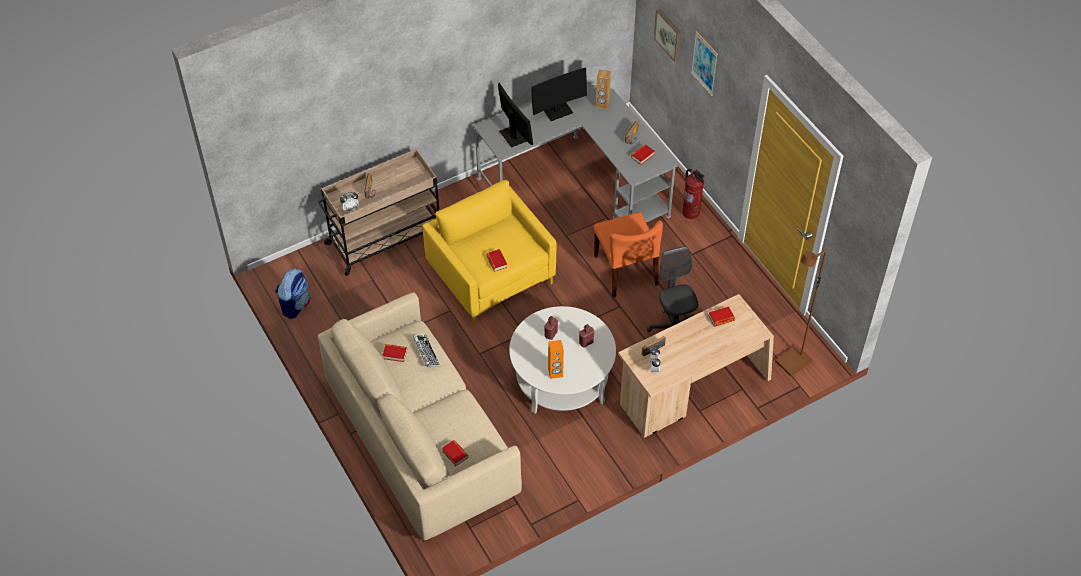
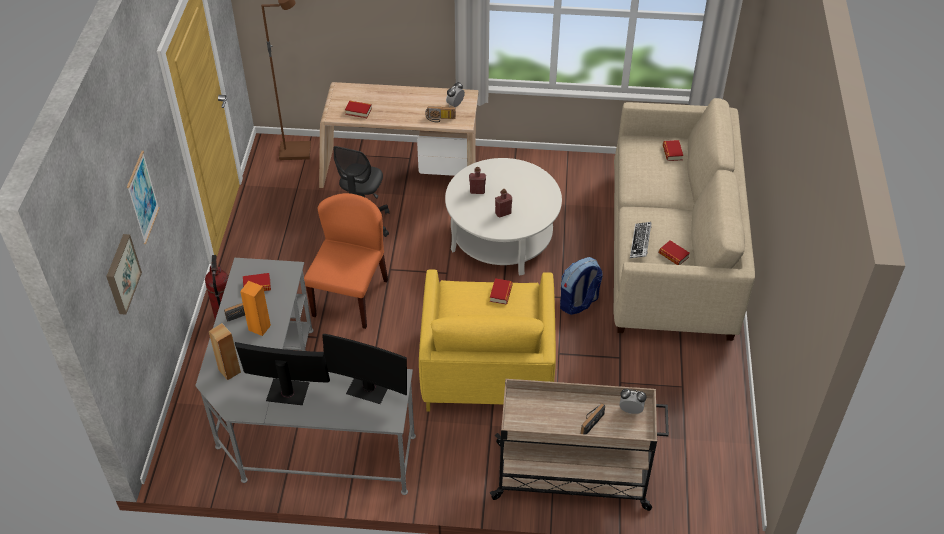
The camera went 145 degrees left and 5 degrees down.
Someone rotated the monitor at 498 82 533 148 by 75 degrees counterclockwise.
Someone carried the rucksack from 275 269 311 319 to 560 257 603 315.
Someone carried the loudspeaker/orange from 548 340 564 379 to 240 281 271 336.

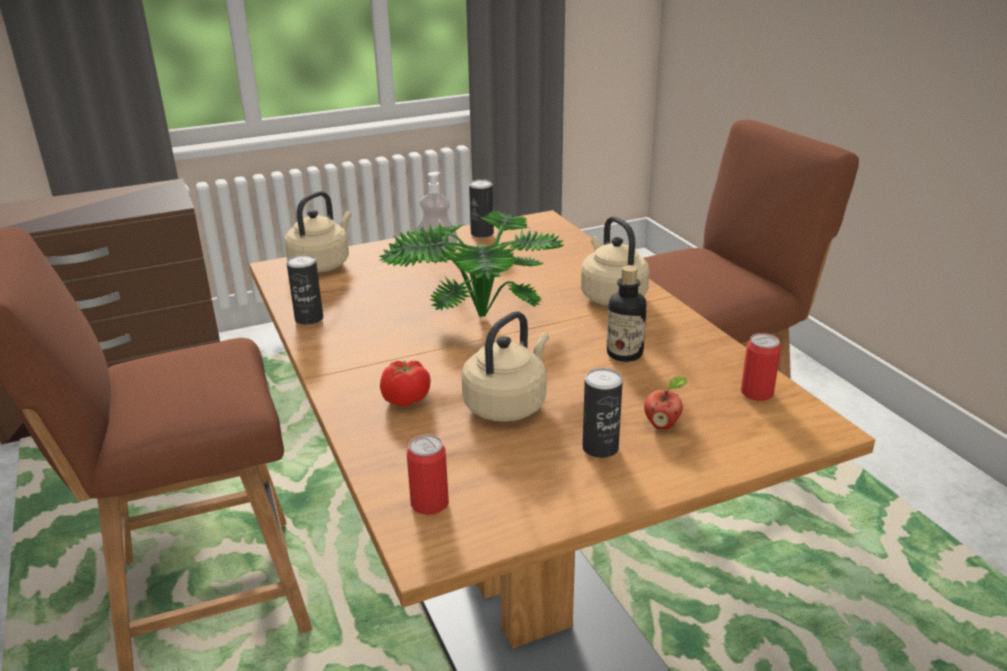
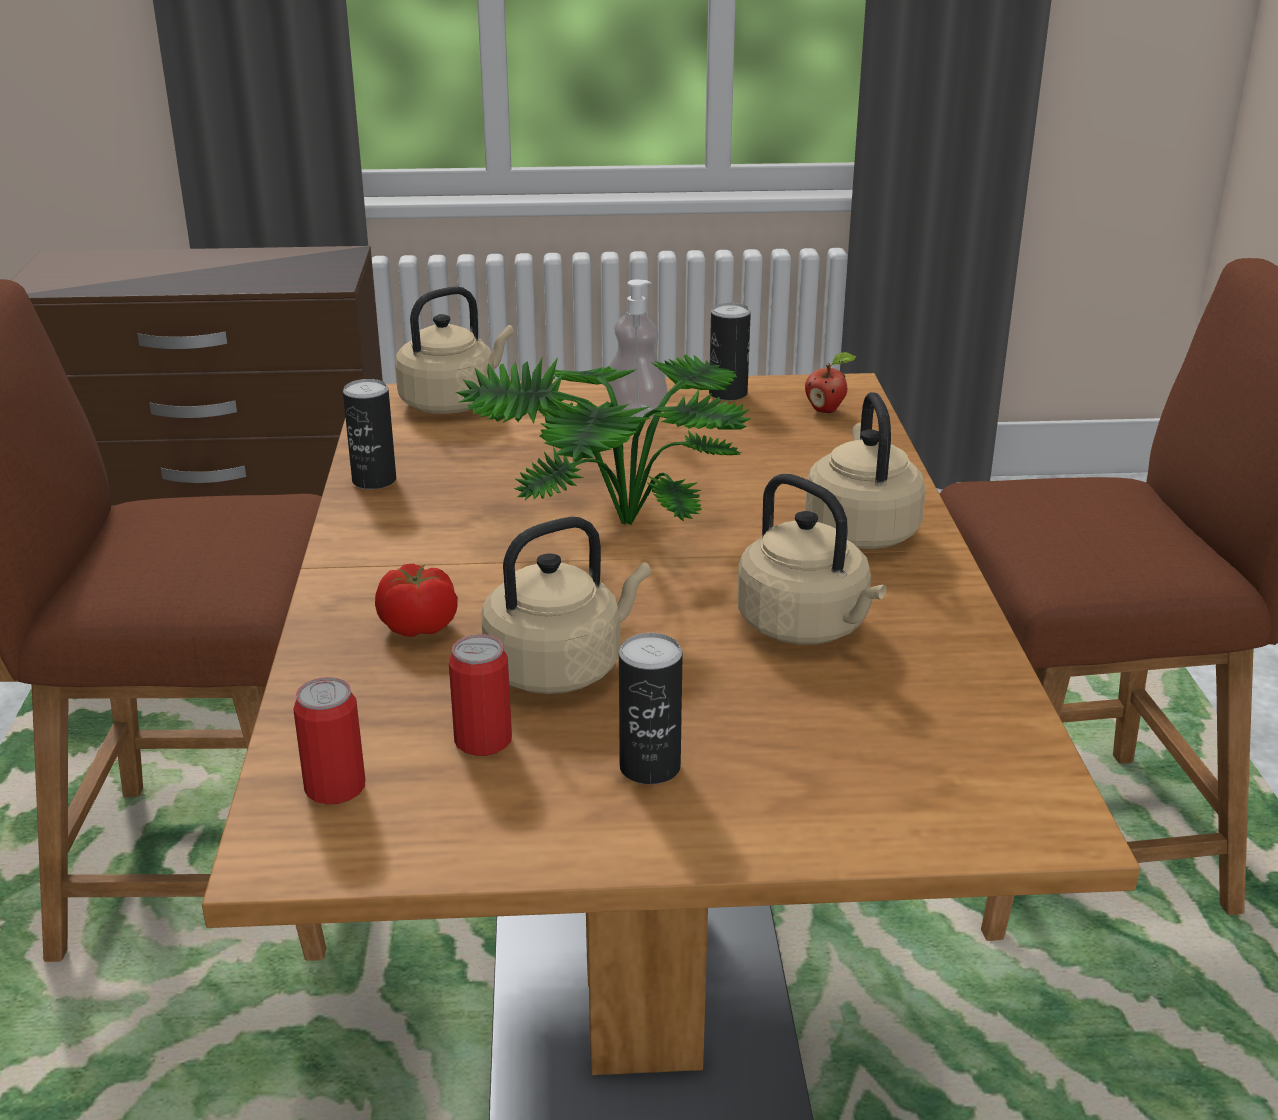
The camera went 20 degrees right and 0 degrees up.
Someone swapped the bottle at 607 265 646 362 for the tea kettle/beige-coloured at 737 474 887 645.
Someone carried the can from 741 333 781 401 to 449 634 512 756.
Someone carried the apple from 644 376 687 429 to 805 352 856 413.

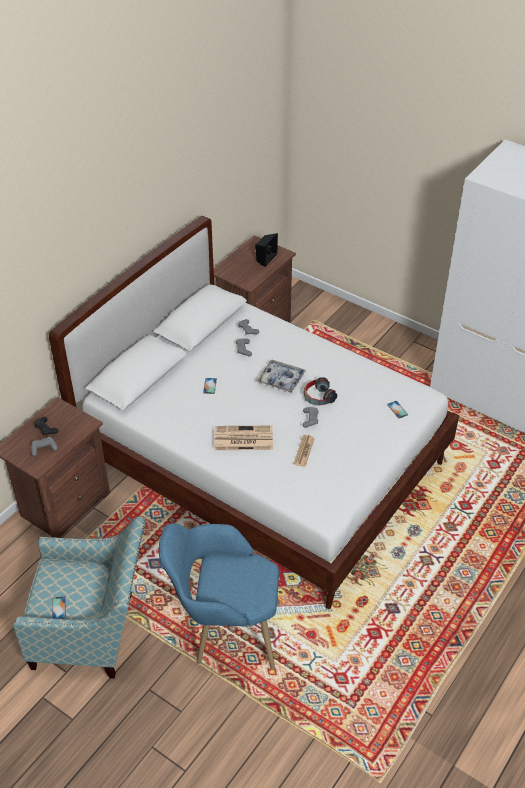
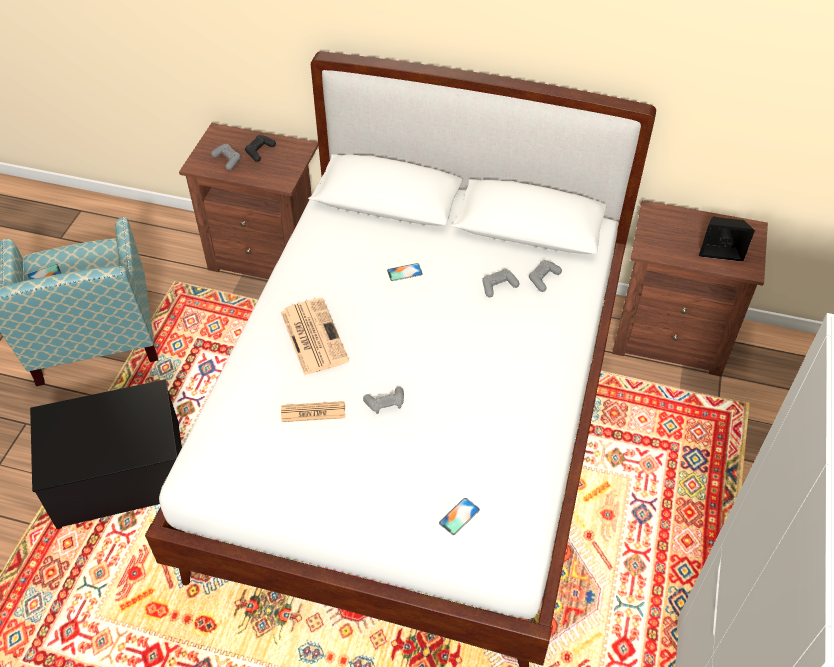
The camera went 70 degrees right and 5 degrees up.
Someone took away the tray at 256 360 306 393.
Someone took away the pair of headphones at 304 377 337 405.
Someone swapped the easy chair/bluish at 159 523 280 669 for the storage box at 30 379 182 529.

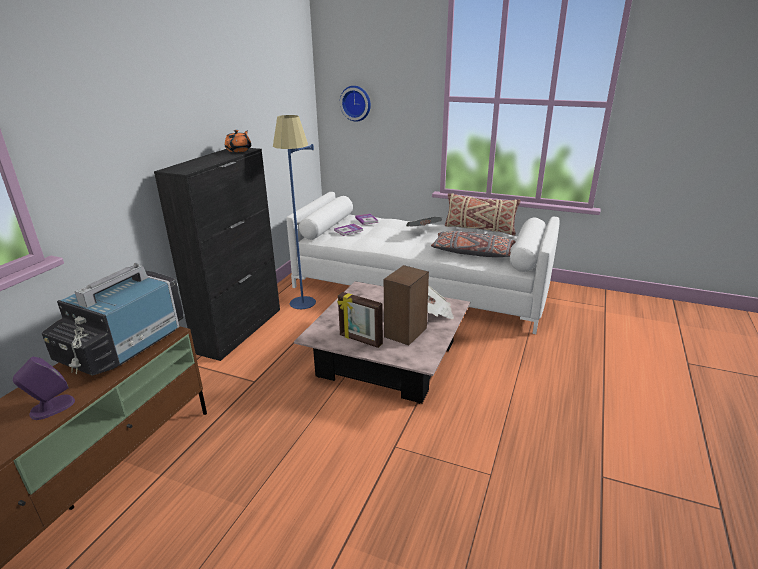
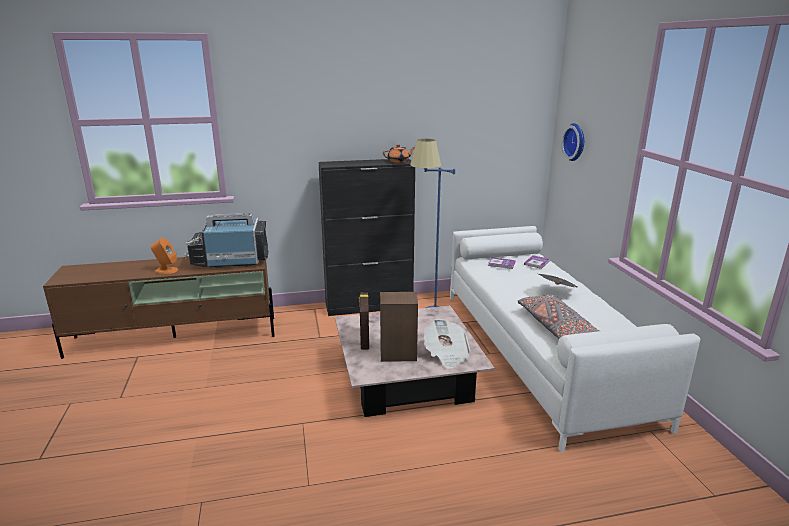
The camera went 55 degrees right and 5 degrees down.
Someone took away the pillow/beige-coloured at 445 193 521 236.
Someone repainted the loudspeaker/purplish at 13 357 75 420, which became the loudspeaker/orange at 151 238 178 274.

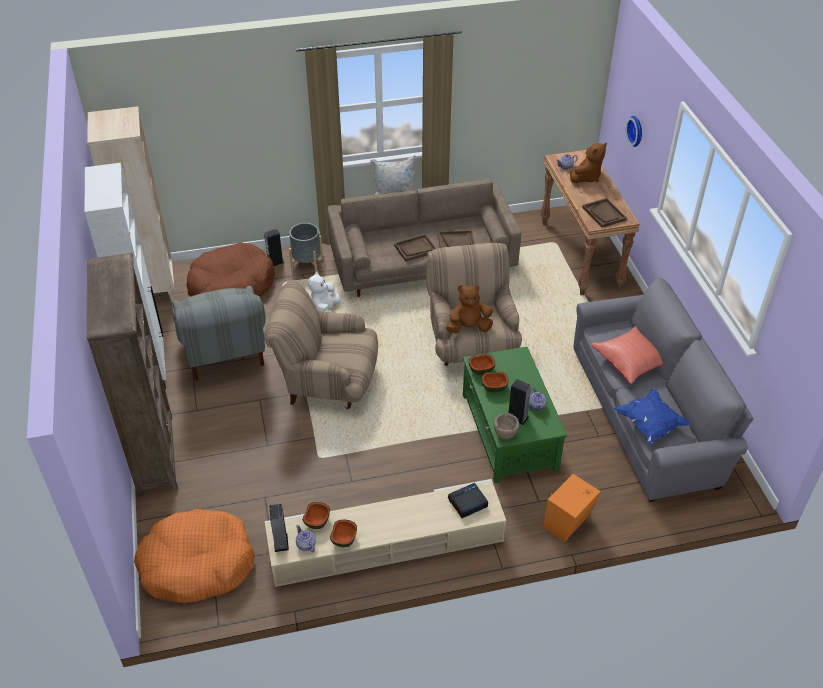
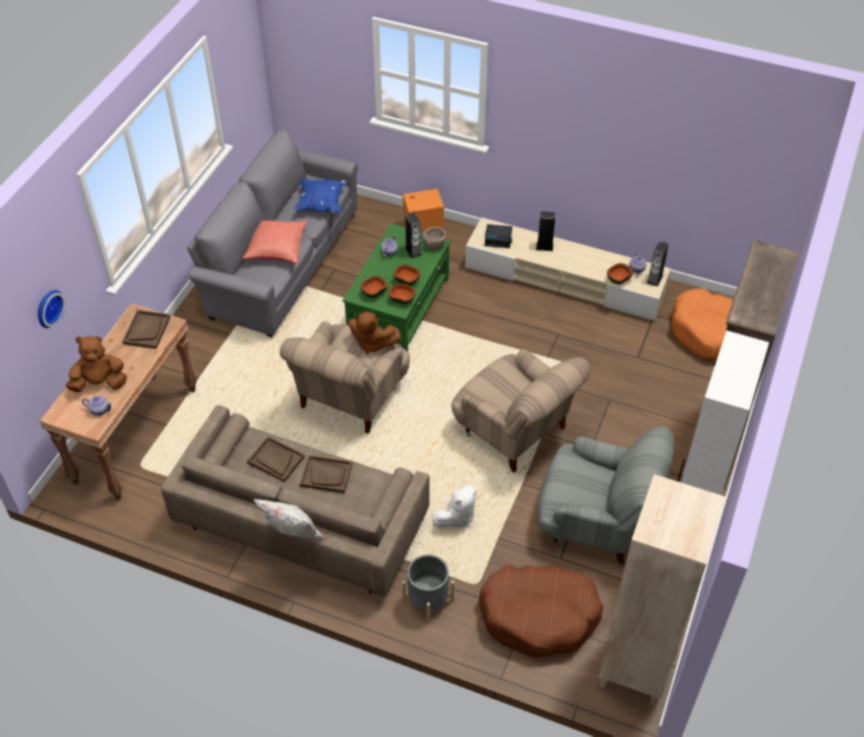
The camera went 145 degrees left and 5 degrees up.
Someone carried the loudspeaker from 264 229 284 267 to 536 211 556 251.
Someone rotated the easy chair/greyish at 173 286 266 381 by 90 degrees clockwise.
Someone carried the serving bowl from 330 519 357 547 to 361 276 387 298.

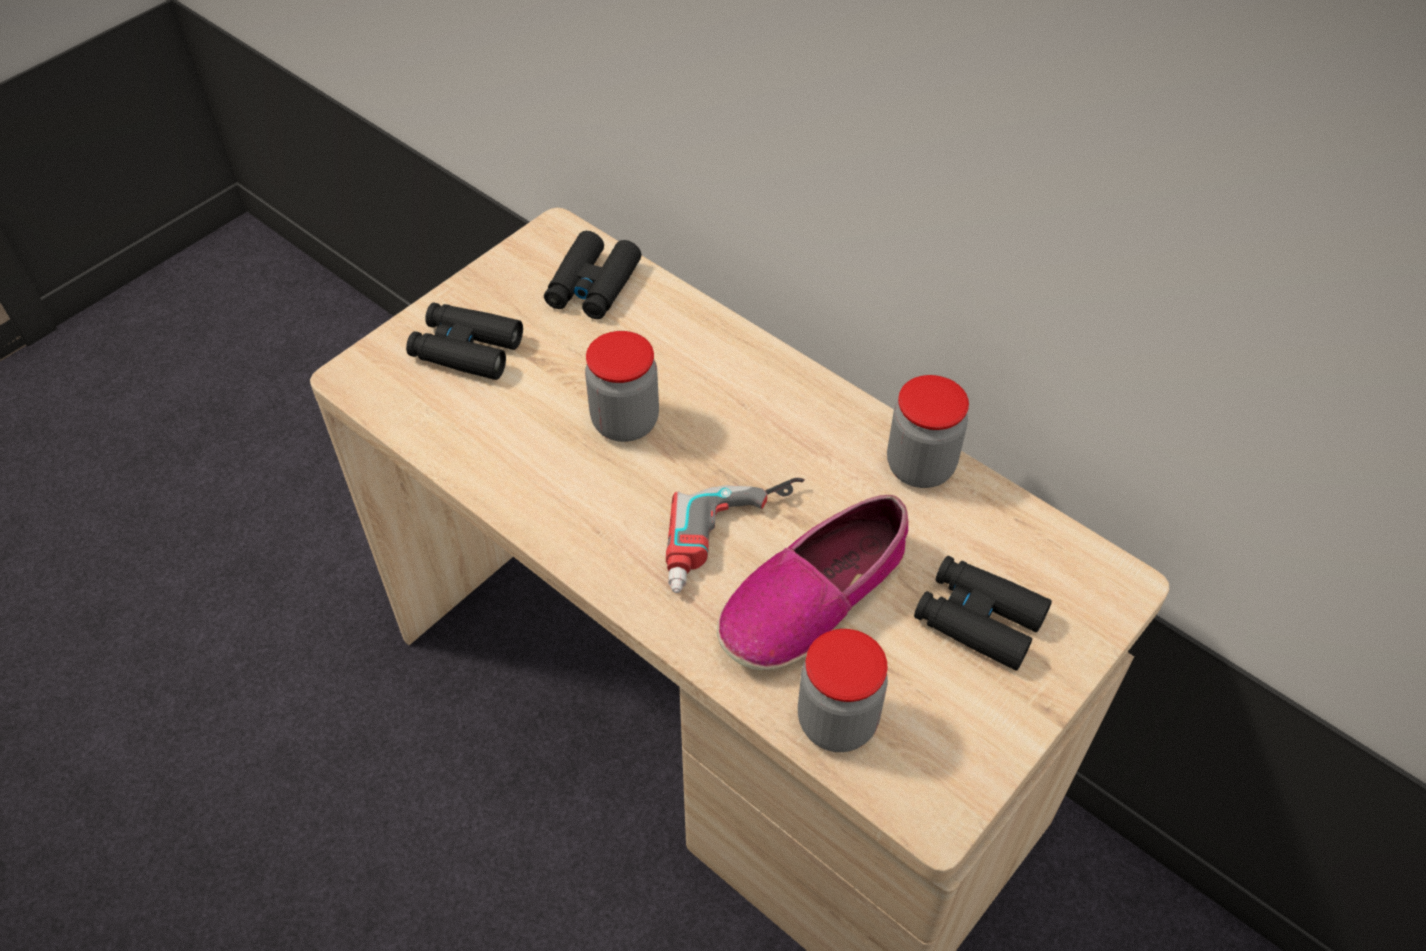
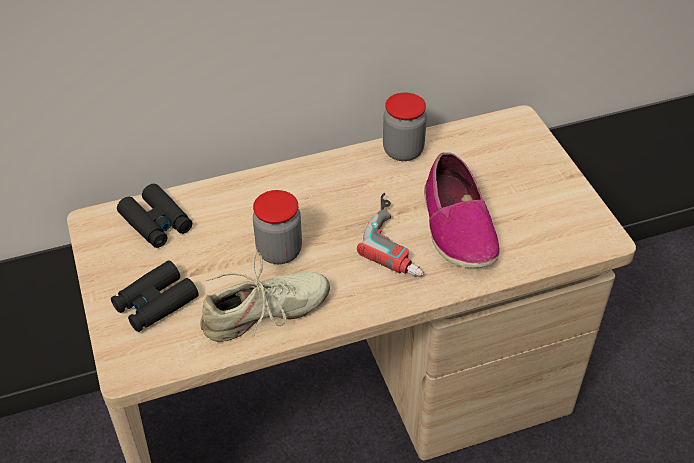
The camera went 60 degrees left and 5 degrees down.
Someone took away the pair of binoculars/black-coloured at 914 556 1052 671.
Someone took away the preserve jar at 798 629 888 752.
Someone put down the low shoe/beige-coloured at 200 249 330 342.

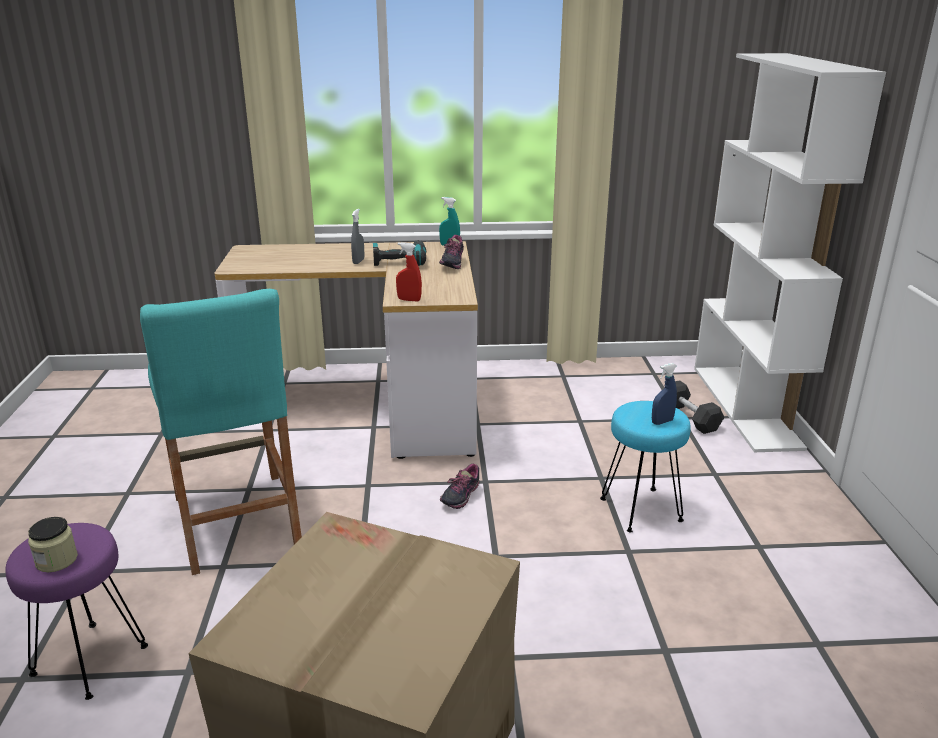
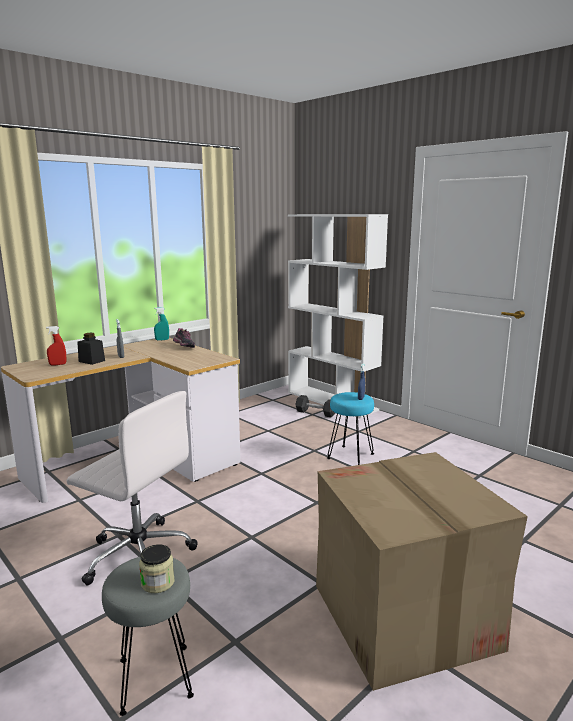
The camera went 40 degrees left and 10 degrees down.
Someone took away the drill at 373 240 426 266.
Someone carried the sprayer/reddish from 396 242 422 301 to 46 326 66 366.
Someone swapped the stool/turquoise at 140 289 302 575 for the desk chair/white at 67 391 197 585.
Someone took away the low shoe at 440 464 479 509.
Someone repainted the stool/purplish at 5 523 148 700, which became the stool/greyish at 102 557 194 716.
Someone put down the preserve jar/black-coloured at 77 333 105 365.

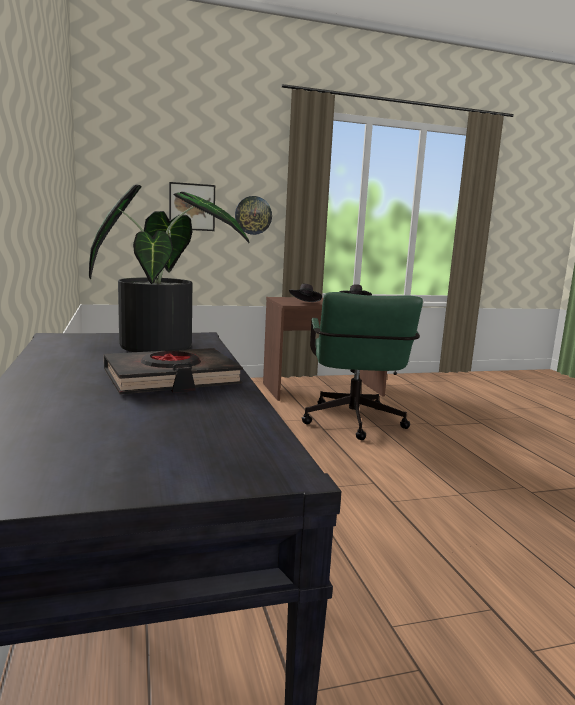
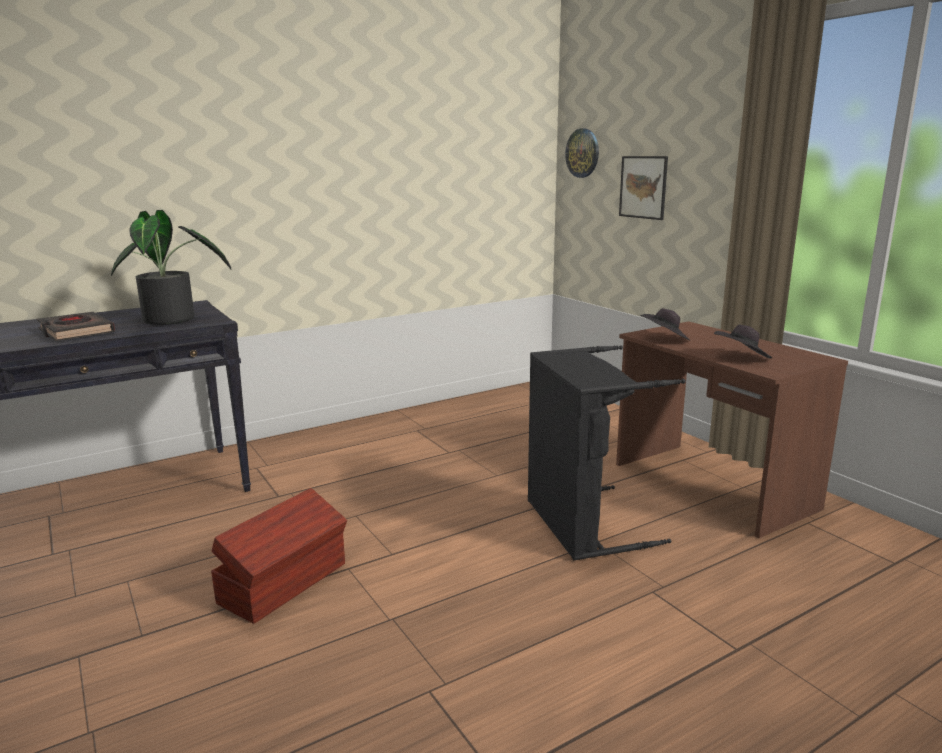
The camera went 75 degrees right and 5 degrees up.
Someone carried the hanging clock from 235 196 272 235 to 565 128 599 178.
Someone swapped the desk chair/greenish at 302 292 423 440 for the washing basket/black-coloured at 528 346 686 561.
Someone put down the storage box/brownish at 211 488 347 624.

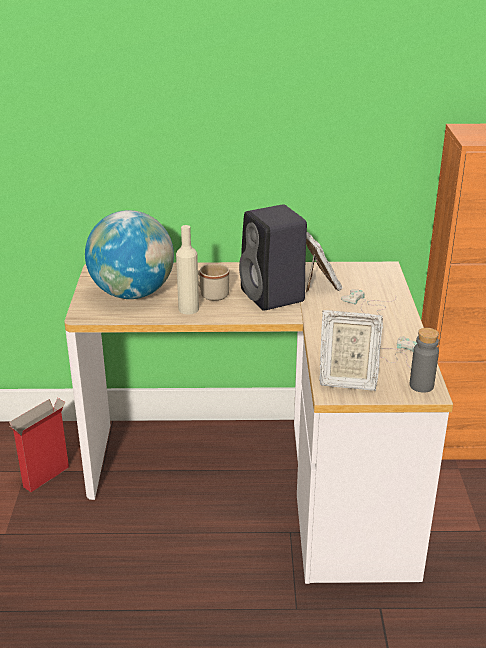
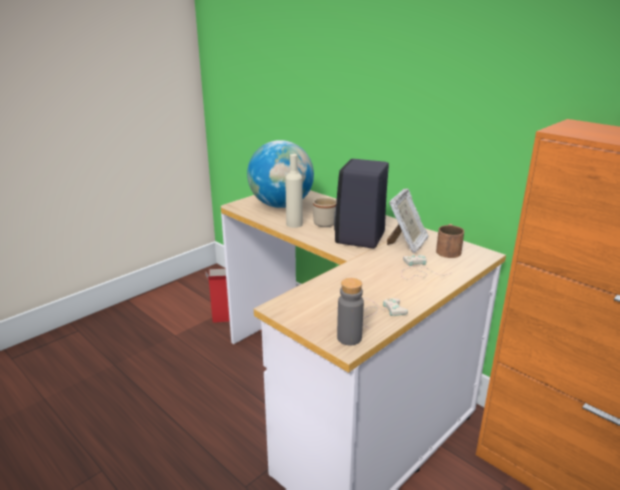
The camera went 45 degrees right and 5 degrees down.
Someone took away the photo frame at 319 310 383 391.
Someone put down the coffee mug/brownish at 436 224 464 258.

